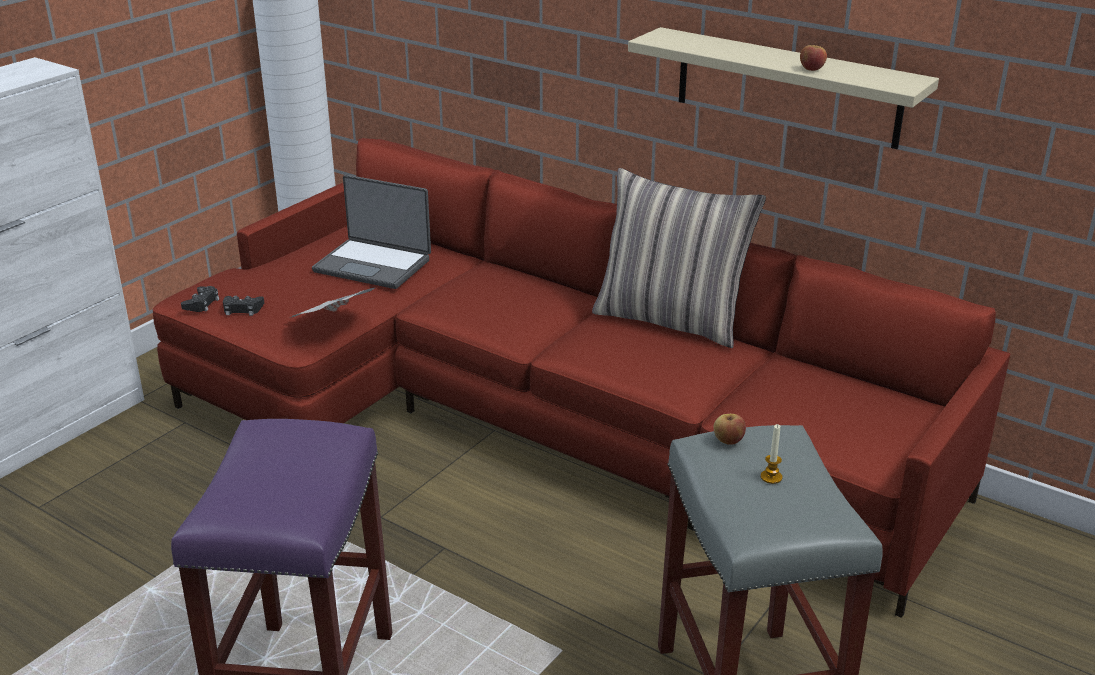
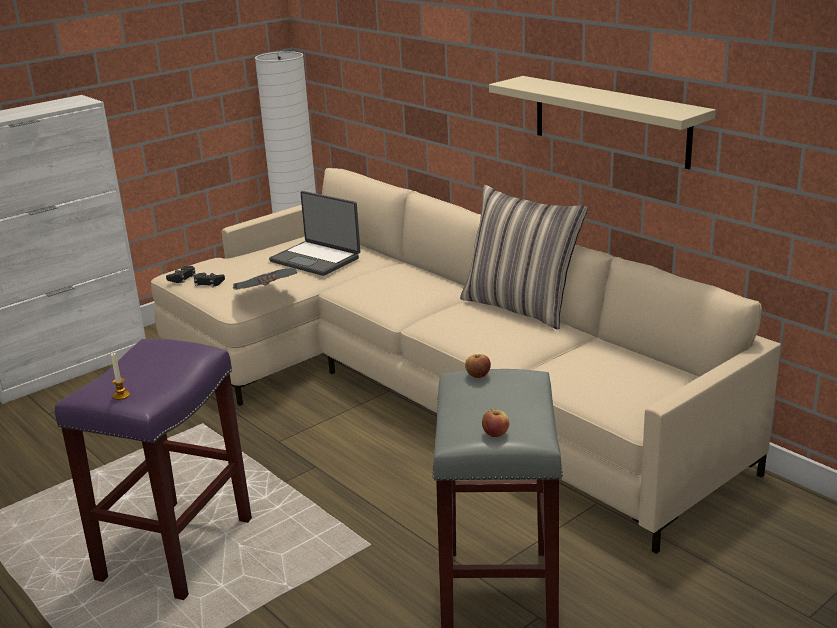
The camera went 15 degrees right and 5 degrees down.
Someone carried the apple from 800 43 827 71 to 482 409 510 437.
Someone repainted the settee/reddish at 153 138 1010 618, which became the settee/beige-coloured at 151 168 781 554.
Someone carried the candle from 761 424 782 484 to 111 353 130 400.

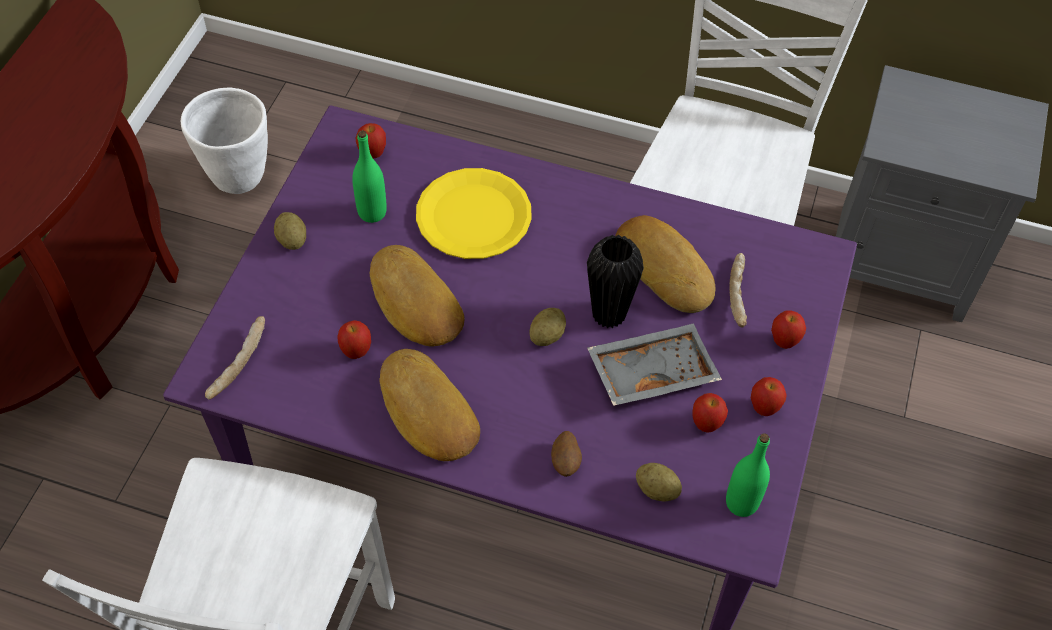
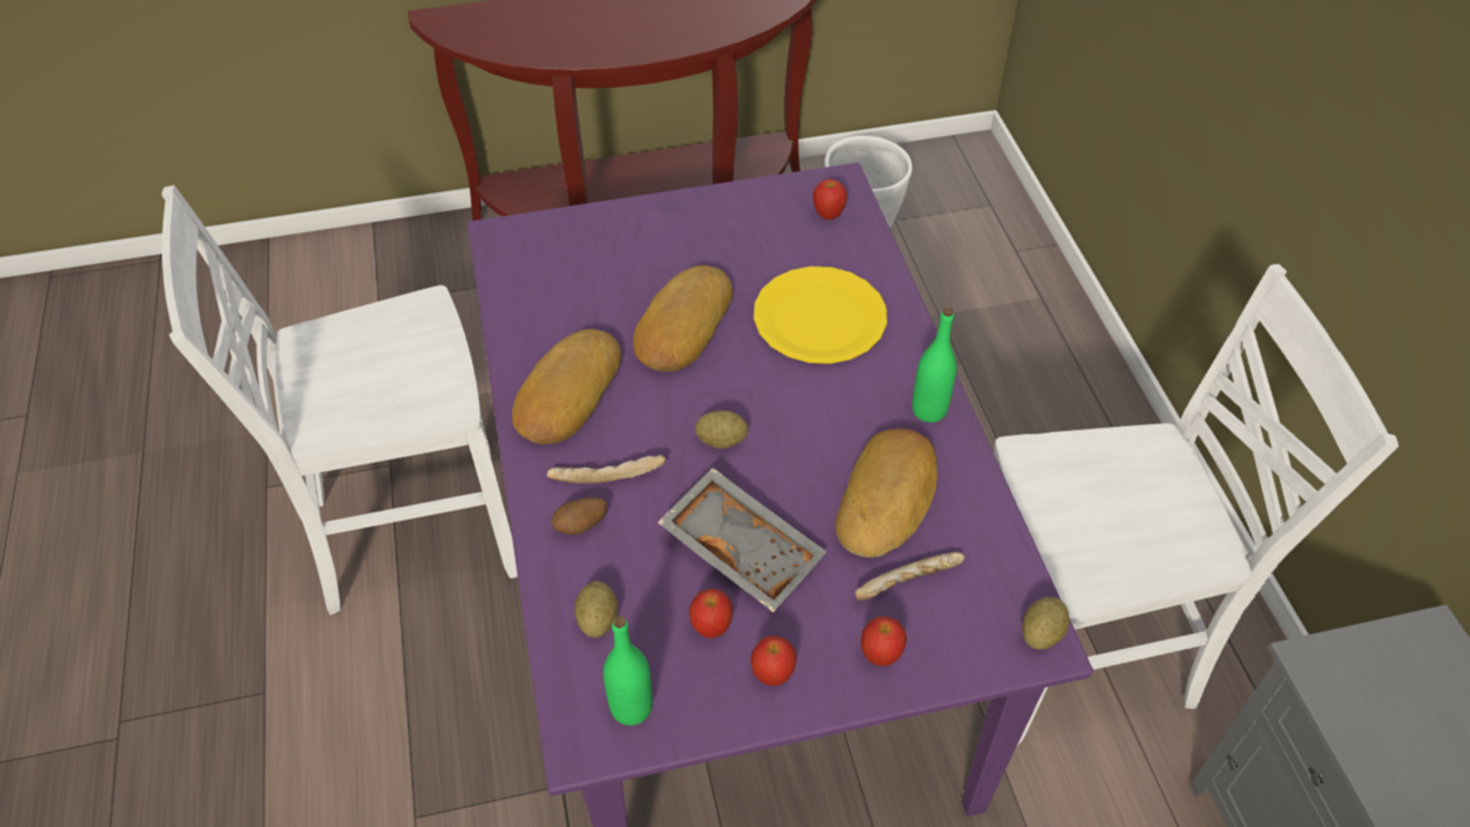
The camera went 60 degrees right and 5 degrees down.
Someone carried the bottle/greenish from 352 130 387 223 to 912 307 957 423.
Someone carried the spud from 274 212 306 250 to 1022 597 1069 650.
Someone took away the vase/black-coloured at 587 235 644 328.
Someone carried the baked bread from 205 316 265 400 to 547 455 666 484.
Someone took away the apple at 337 320 371 359.

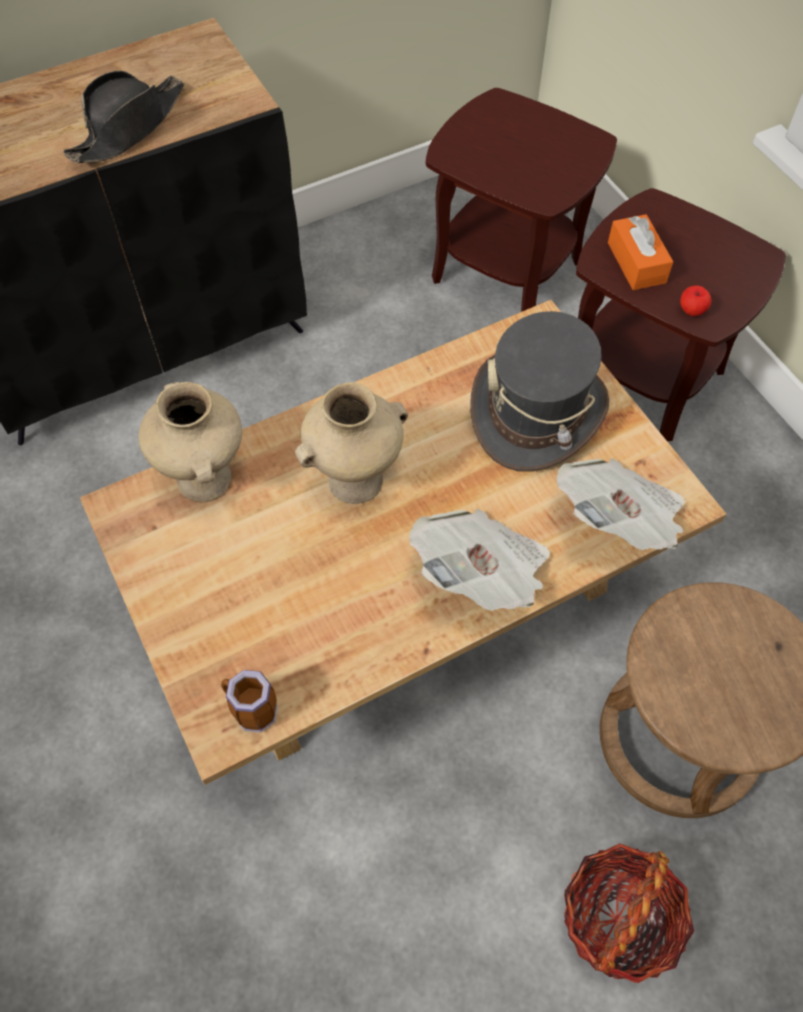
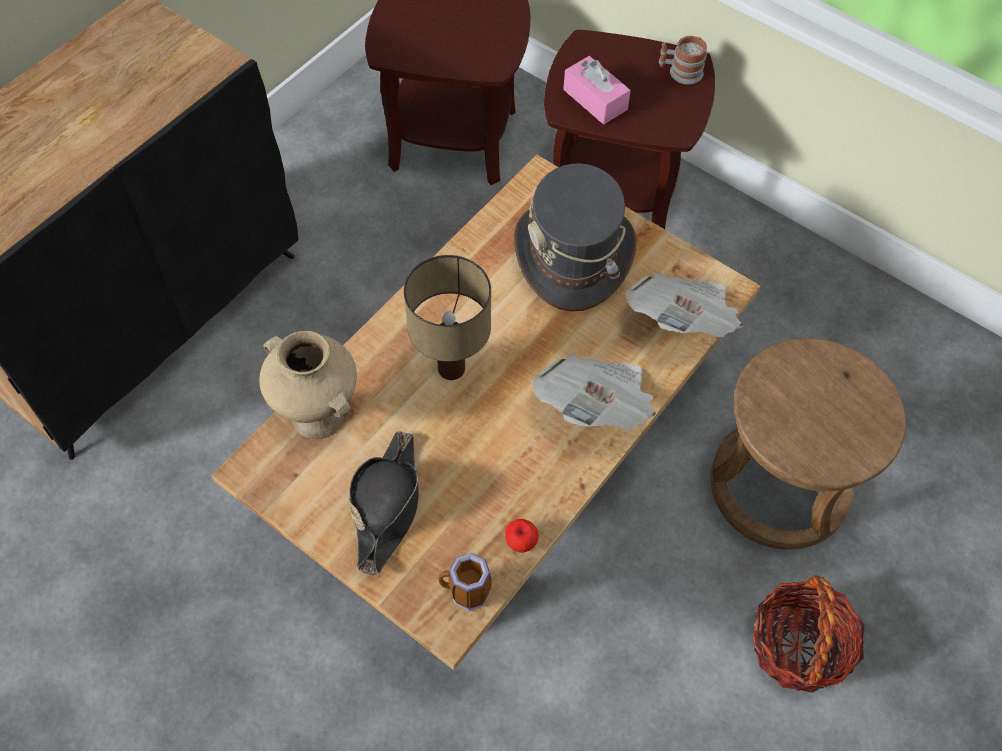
The camera went 25 degrees left and 0 degrees up.
Someone carried the wearable hat/black-coloured from 63 70 184 163 to 349 431 419 575.
Someone repainted the box of tissues/orange at 608 214 673 290, which became the box of tissues/pink-coloured at 563 56 631 124.
Someone carried the apple from 680 286 712 316 to 505 519 539 552.
Someone swapped the vase/beige-coloured at 295 382 408 504 for the tabletop lamp at 404 255 491 380.
Someone put down the coffee mug at 659 36 707 85.

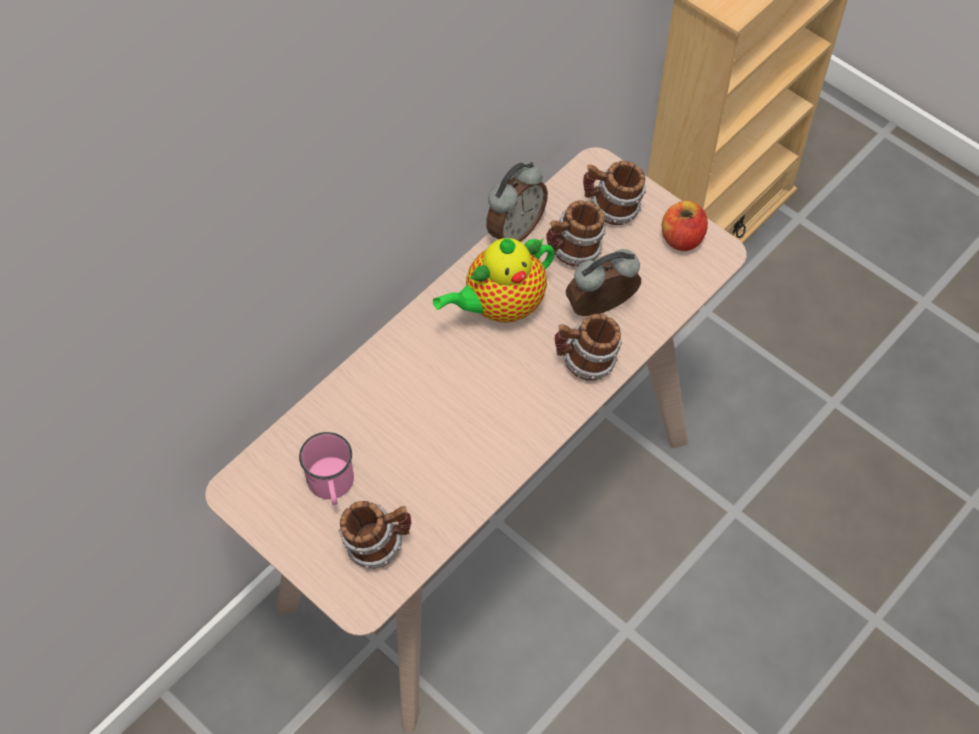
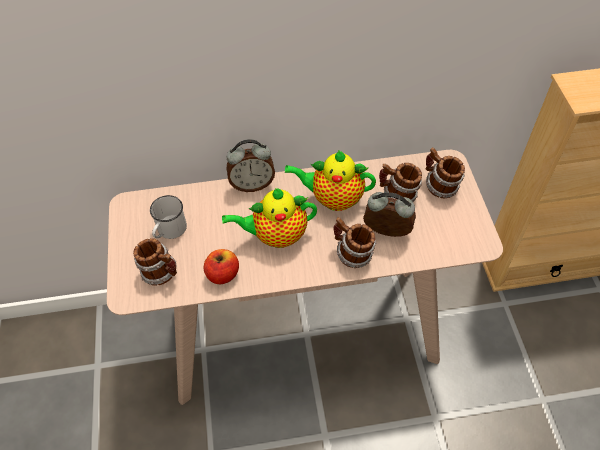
The camera went 40 degrees right and 5 degrees down.
Someone carried the alarm clock from 486 162 548 242 to 227 139 275 192.
Someone carried the apple from 662 201 708 251 to 204 249 239 284.
Someone repainted the coffee mug/pink-coloured at 299 432 354 505, which became the coffee mug/white at 150 195 187 239.
Someone put down the pot for tea at 222 188 317 248.

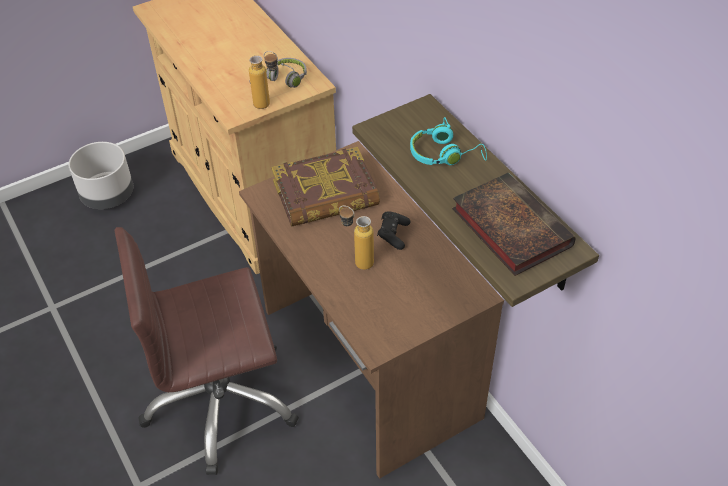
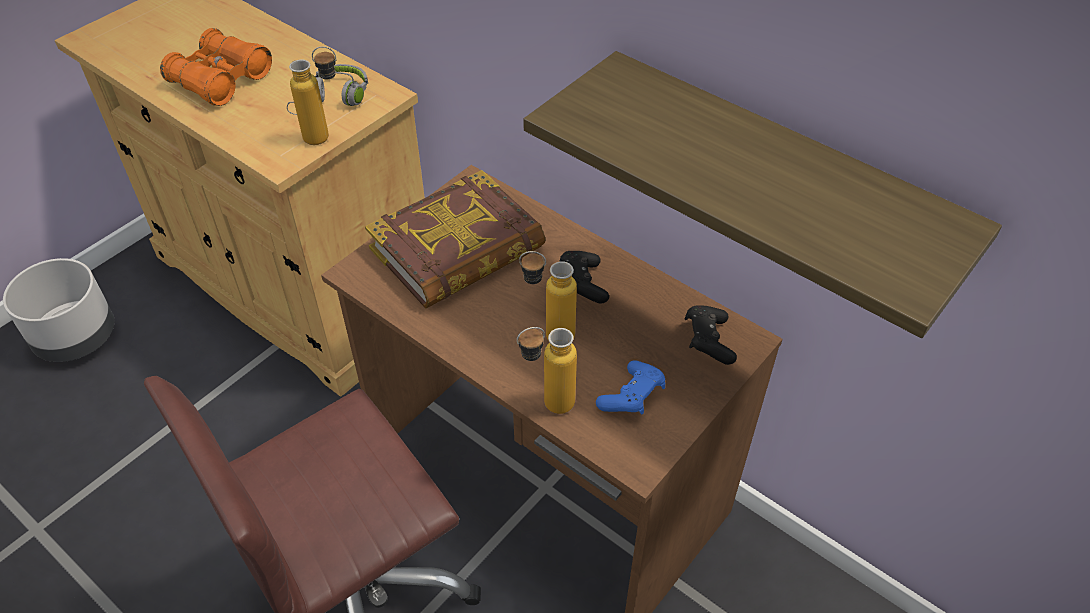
The camera went 20 degrees left and 0 degrees up.
Someone took away the pair of headphones/turquoise at 410 117 487 165.
Someone took away the book at 452 172 575 276.
Someone put down the pair of binoculars/orange at 160 28 272 106.
Someone put down the gamepad/black-coloured at 685 305 737 365.
Someone put down the bottle at 517 327 577 414.
Someone put down the gamepad/bluish at 596 360 665 414.

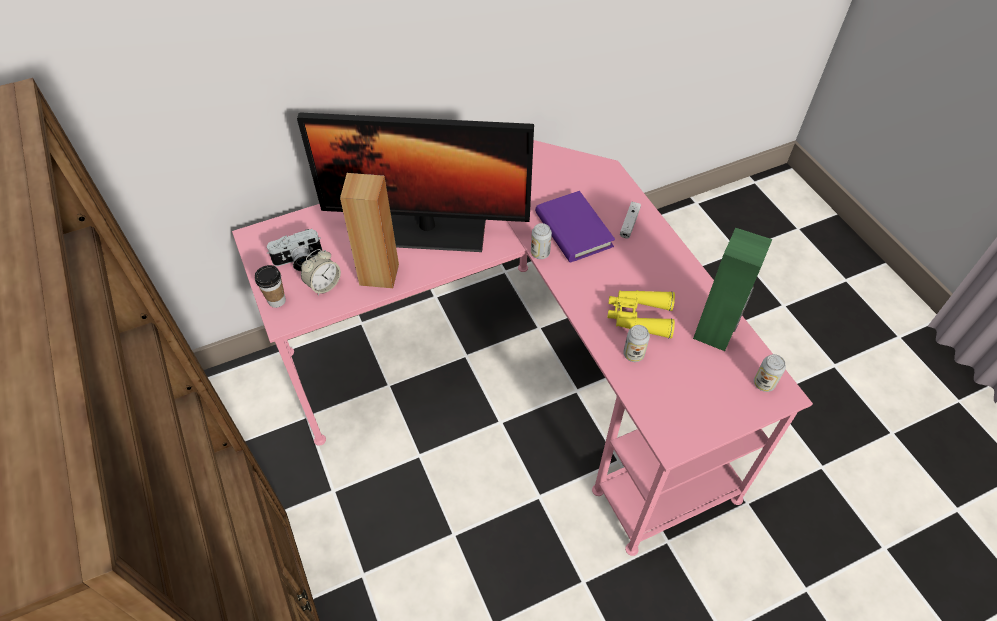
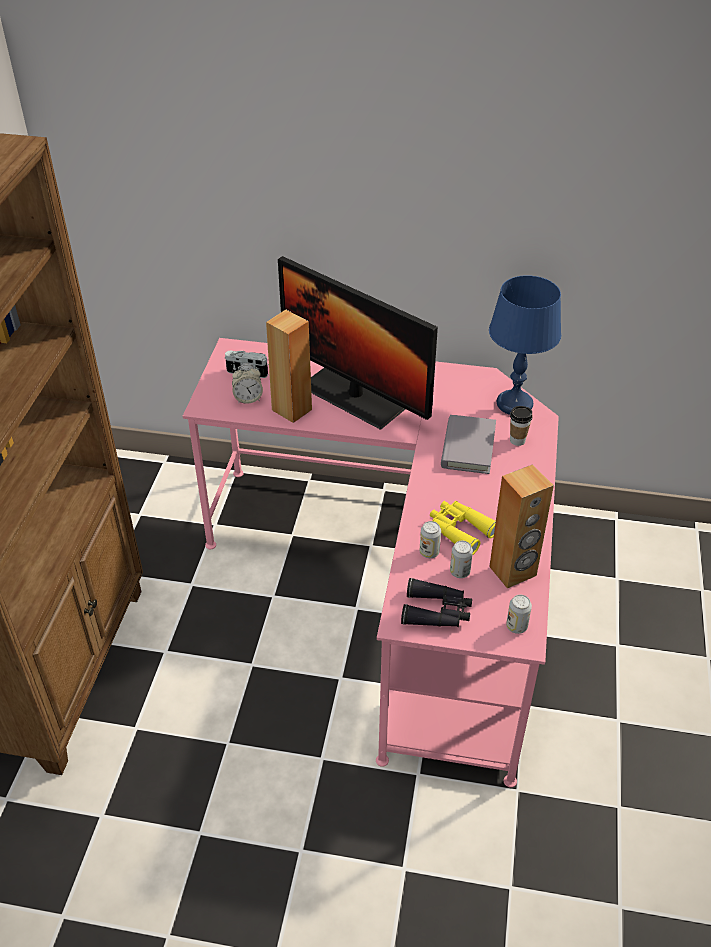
The camera went 35 degrees right and 10 degrees down.
Someone repainted the book/purplish at 535 191 615 263, which became the book/greyish at 441 415 496 474.
Someone took away the gamepad/white at 620 202 641 239.
Someone carried the can from 531 223 552 259 to 450 540 473 578.
Someone repainted the loudspeaker/greenish at 693 228 772 351, which became the loudspeaker/brownish at 489 465 554 588.
Someone carried the drinking cup from 255 265 286 308 to 510 406 533 446.
Someone put down the tabletop lamp/bluish at 489 275 561 415.
Someone put down the pair of binoculars/black-coloured at 401 578 472 627.

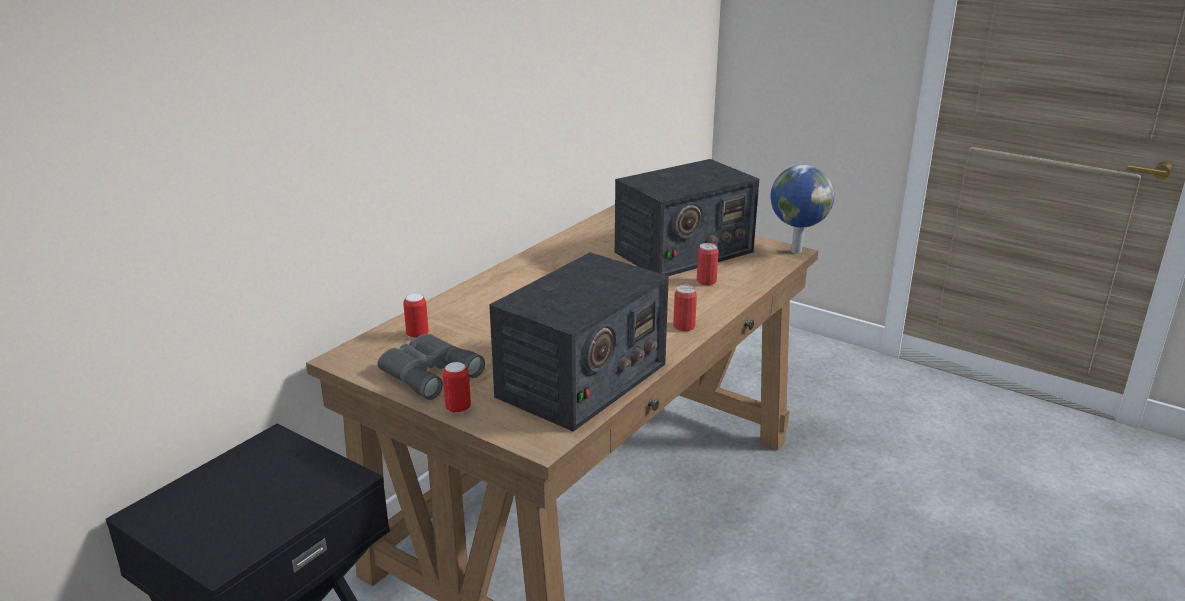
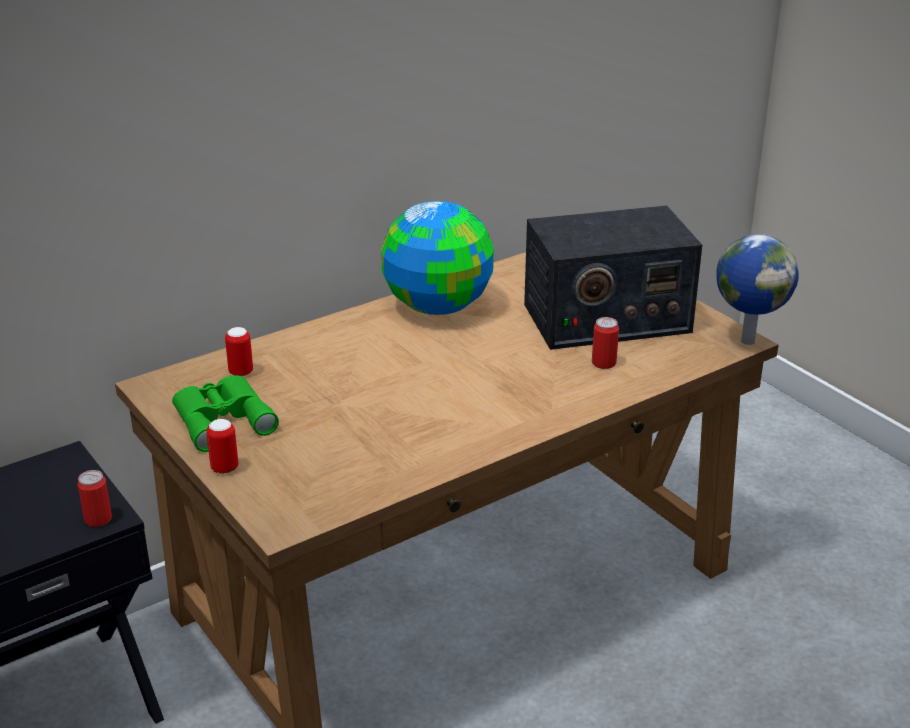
The camera went 20 degrees right and 5 degrees up.
Someone took away the radio at 489 252 669 432.
Someone carried the can from 673 285 697 331 to 77 470 112 527.
Someone repainted the pair of binoculars/greyish at 378 334 485 400, which became the pair of binoculars/greenish at 172 375 279 452.
Someone put down the desk globe at 381 201 494 315.

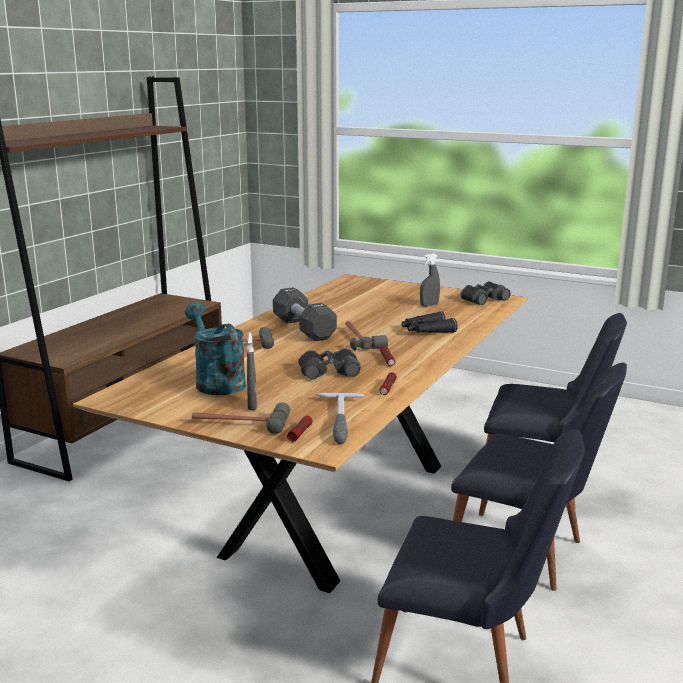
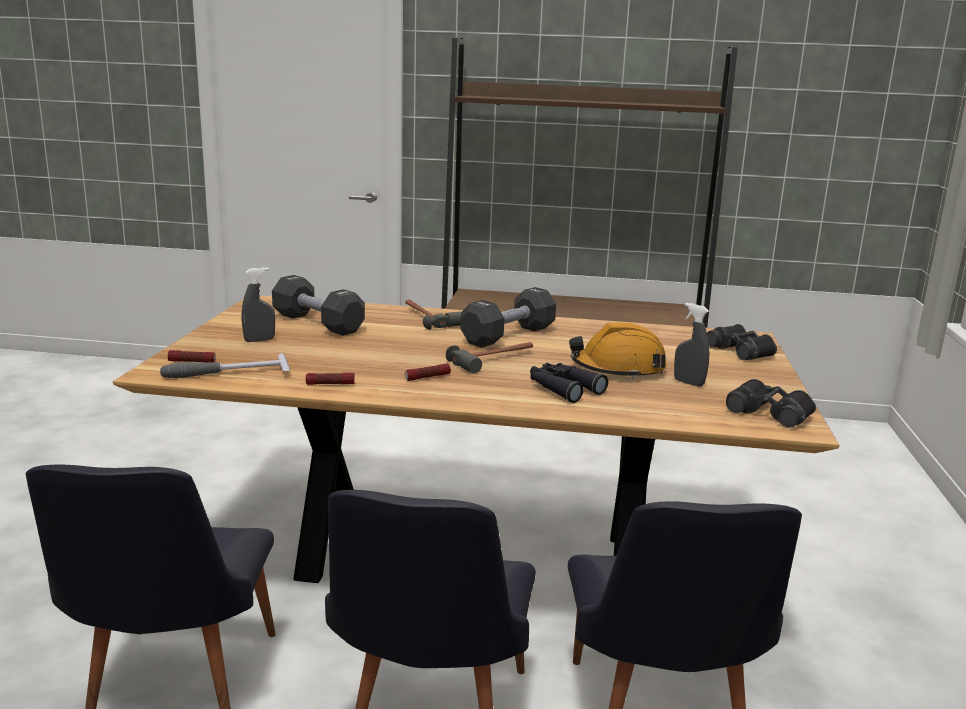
The camera went 70 degrees right and 0 degrees up.
Someone swapped the watering pot/turquoise at 185 302 246 395 for the dumbbell/black-coloured at 272 275 365 336.
Someone carried the pair of binoculars/black-coloured from 298 348 361 380 to 707 324 777 360.
Someone took away the hand hammer at 192 402 290 434.
Someone put down the hard hat/orange at 569 322 667 379.

